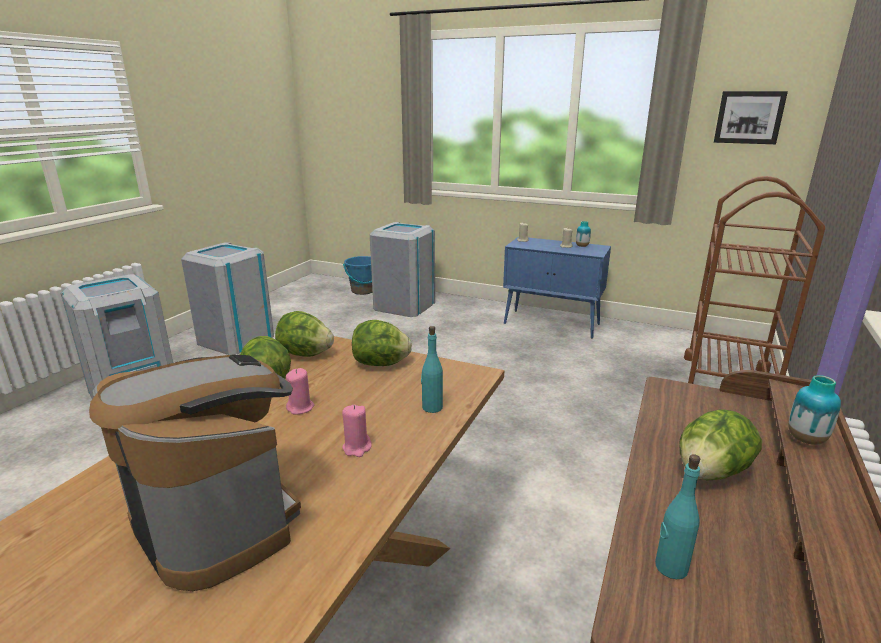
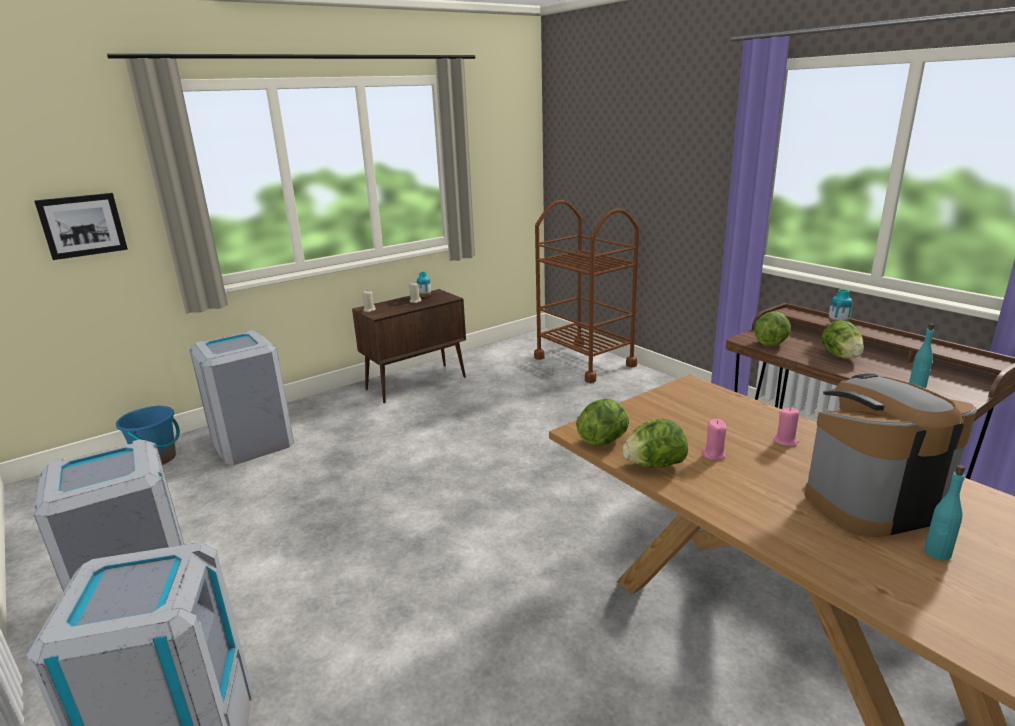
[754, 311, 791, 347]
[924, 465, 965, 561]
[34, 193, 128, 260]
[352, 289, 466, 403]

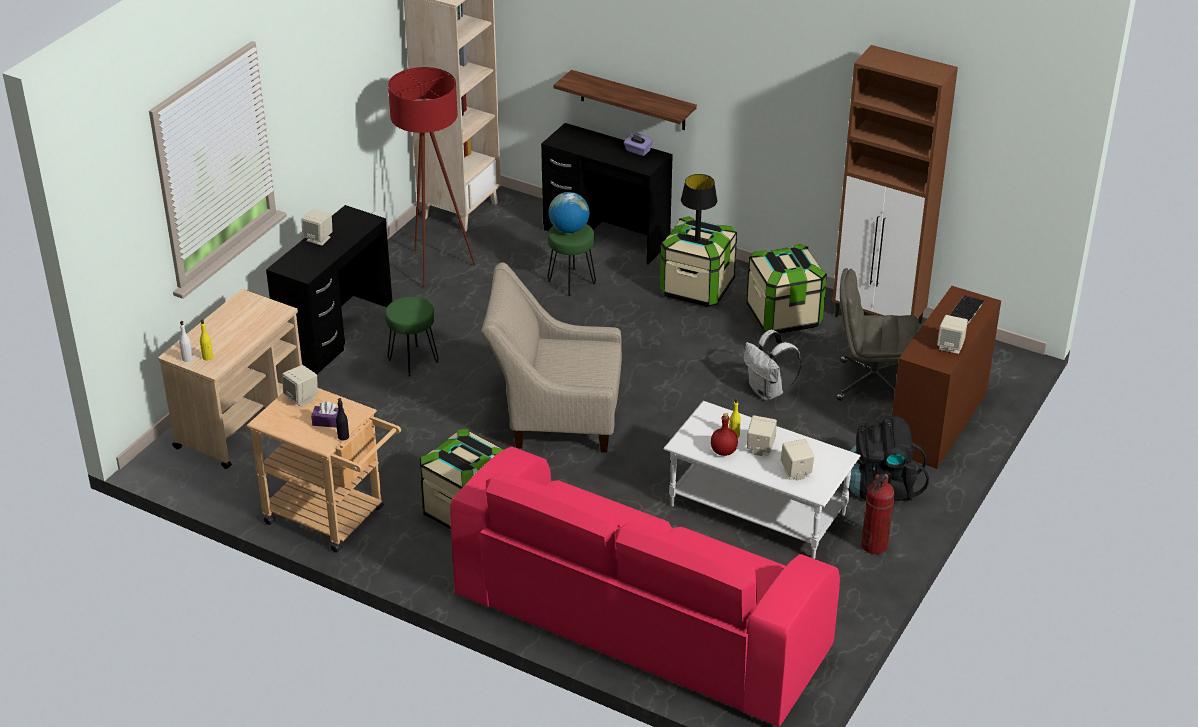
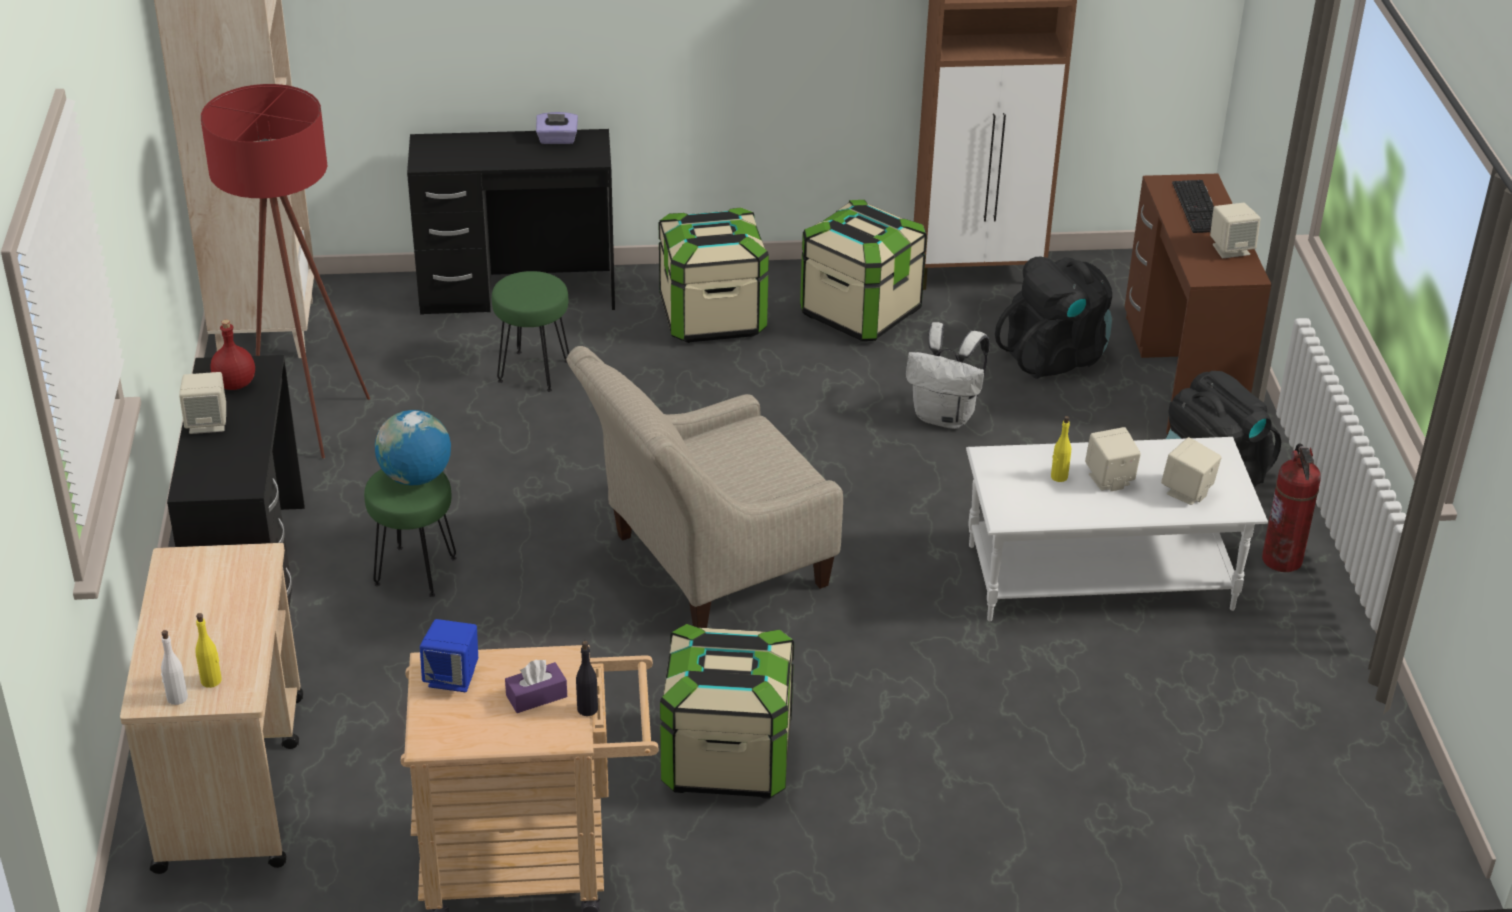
[450, 446, 840, 727] (first image)
[554, 70, 697, 130] (first image)
[681, 174, 717, 242] (first image)
[375, 410, 451, 485]
[210, 320, 255, 390]
[995, 257, 1112, 379]
[420, 619, 478, 692]

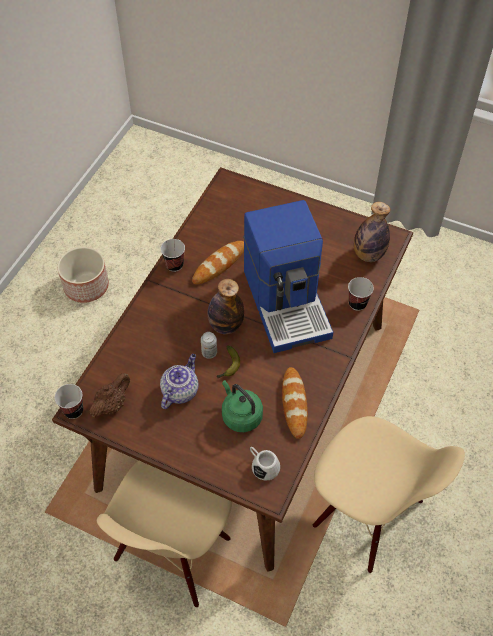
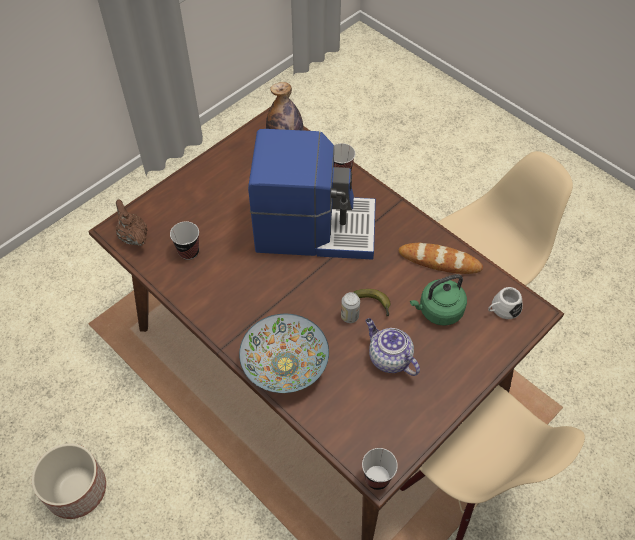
[192, 241, 244, 284] (first image)
[208, 279, 244, 334] (first image)
[239, 314, 329, 393]
[116, 199, 147, 246]
[170, 221, 199, 260]

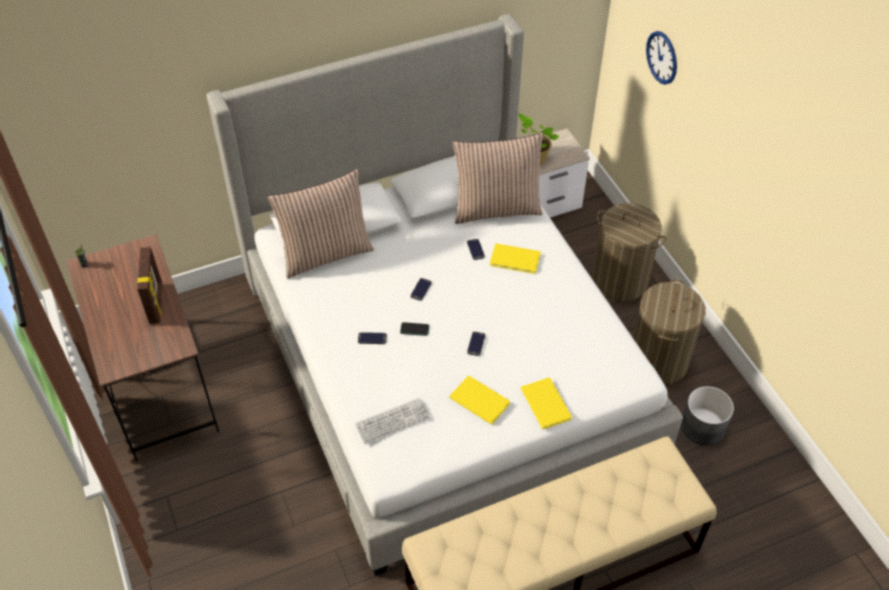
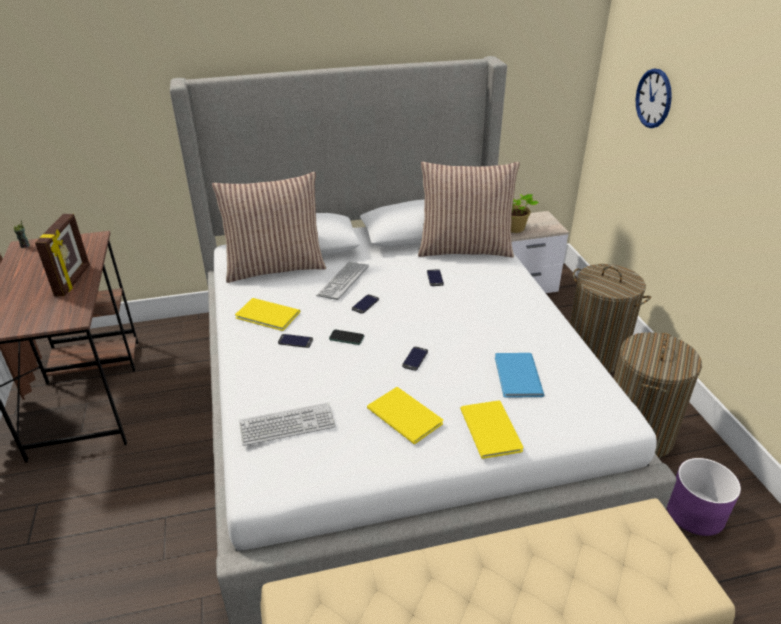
[316, 262, 369, 300]
[495, 353, 544, 398]
[235, 298, 300, 331]
[667, 458, 741, 536]

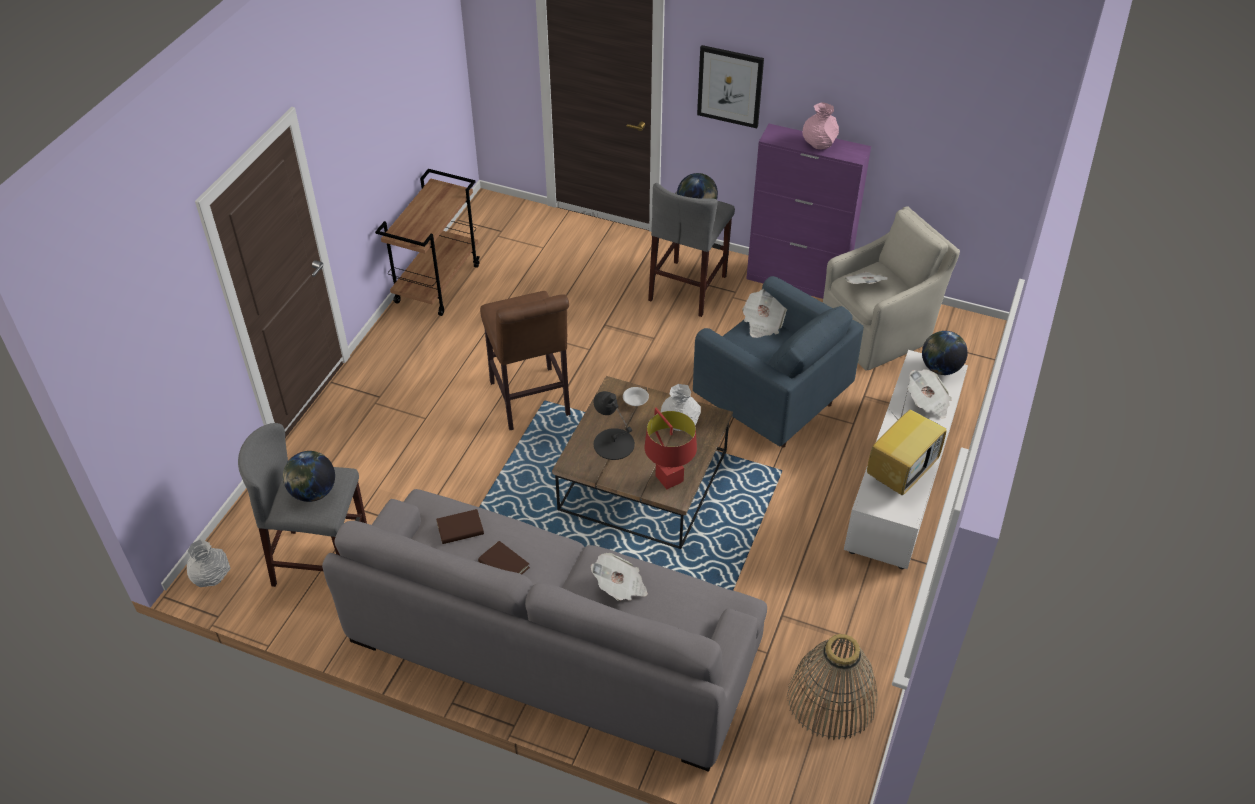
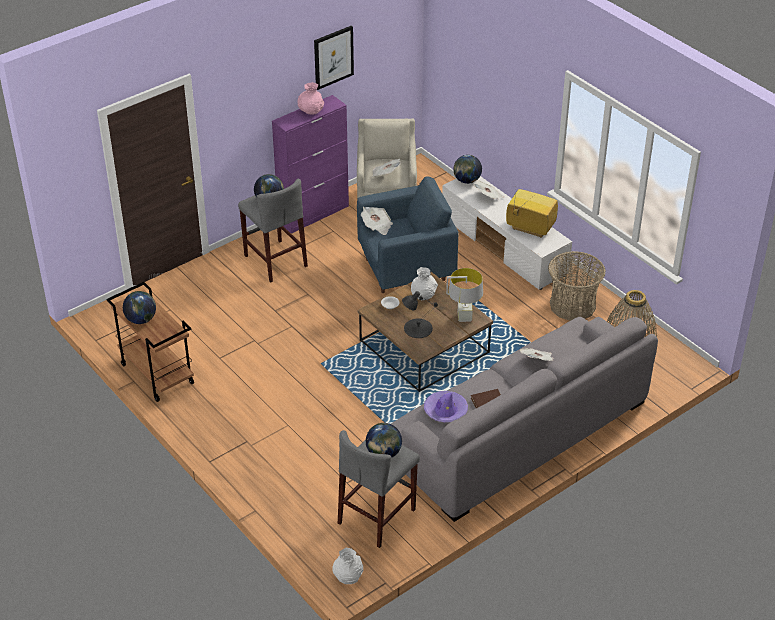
[480, 291, 571, 430] (first image)
[123, 291, 156, 324]
[548, 251, 605, 321]
[314, 26, 354, 90]
[424, 391, 468, 422]
[446, 268, 483, 322]
[506, 189, 558, 238]

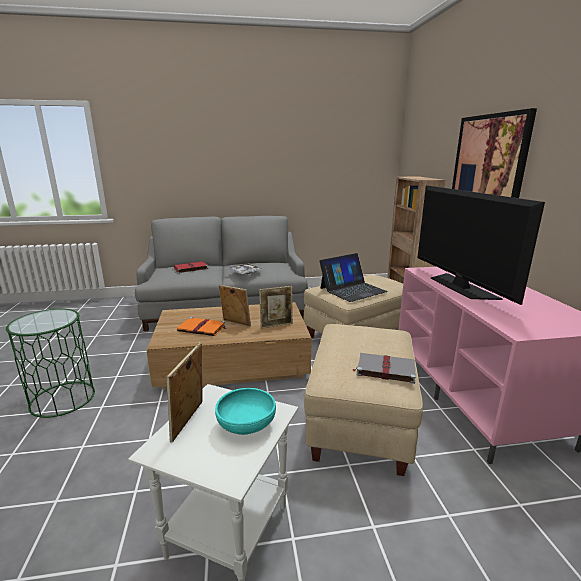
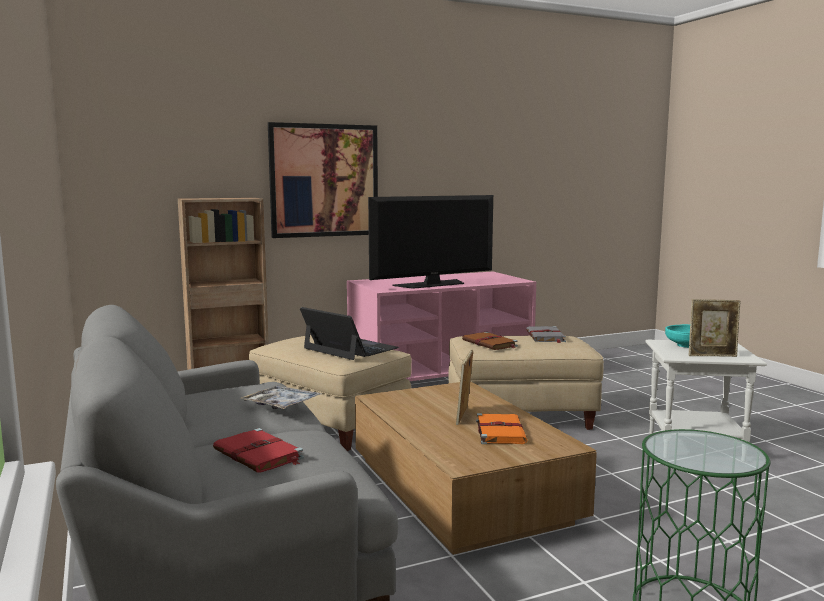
[259, 286, 293, 329] (first image)
[462, 332, 518, 350]

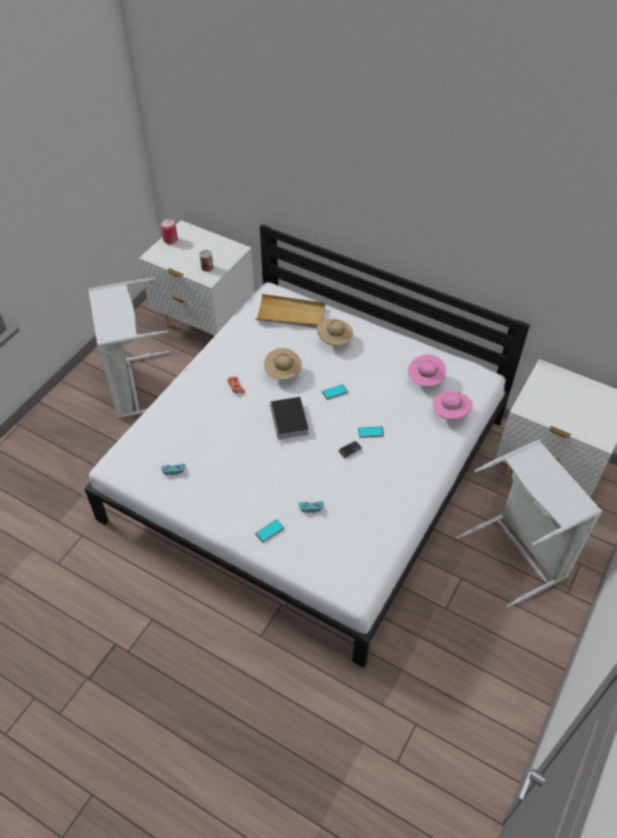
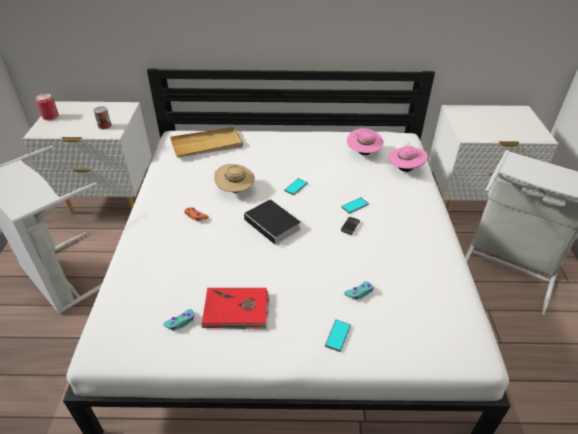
[317, 319, 353, 346] (first image)
[201, 288, 269, 330]

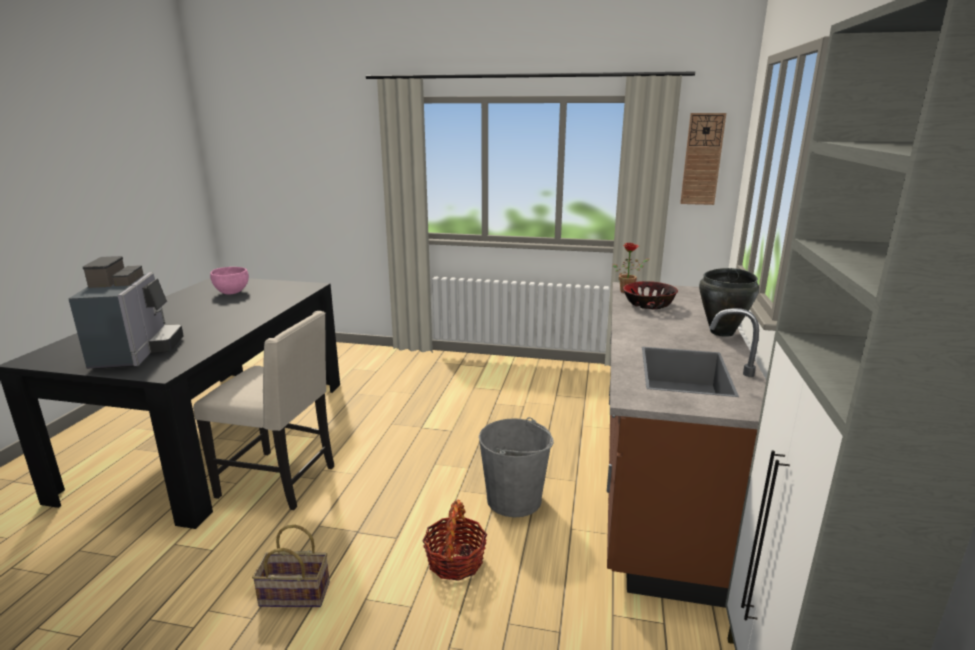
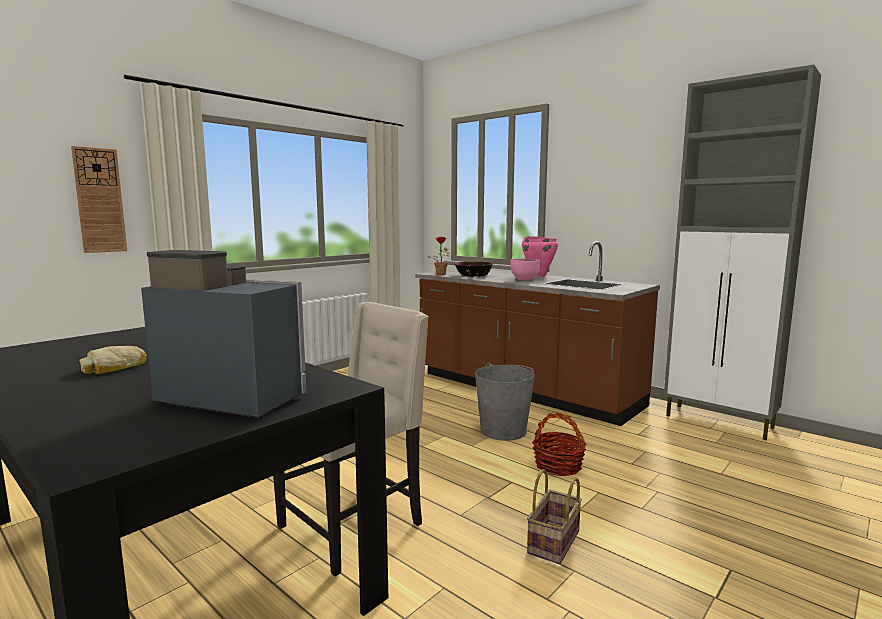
[80, 346, 147, 374]
[510, 259, 541, 280]
[71, 146, 127, 253]
[522, 236, 558, 277]

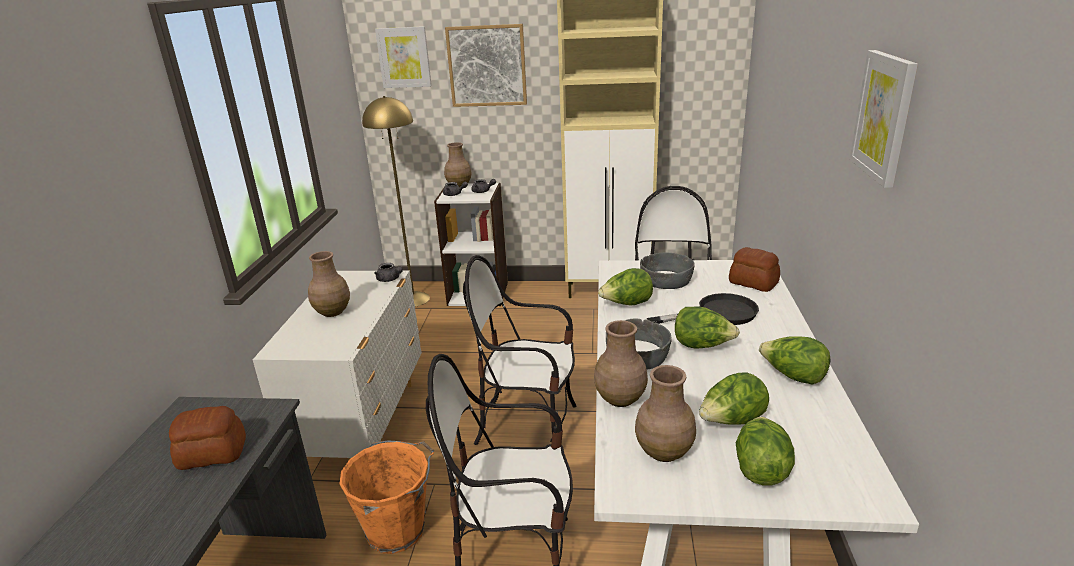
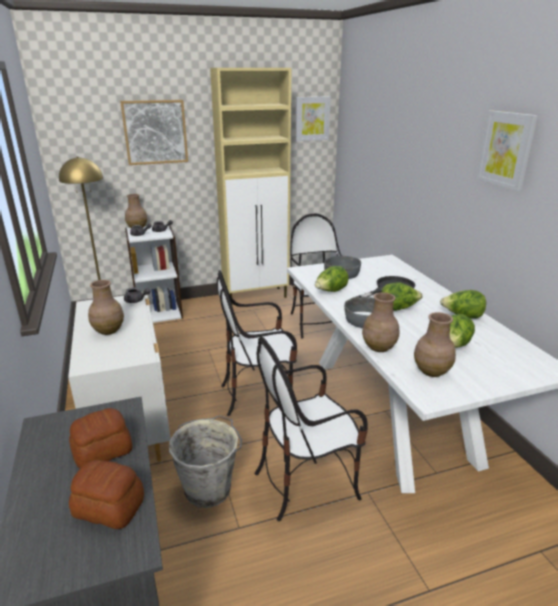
[736, 417, 795, 486] (first image)
[295, 96, 331, 141]
[69, 460, 144, 529]
[169, 415, 242, 508]

